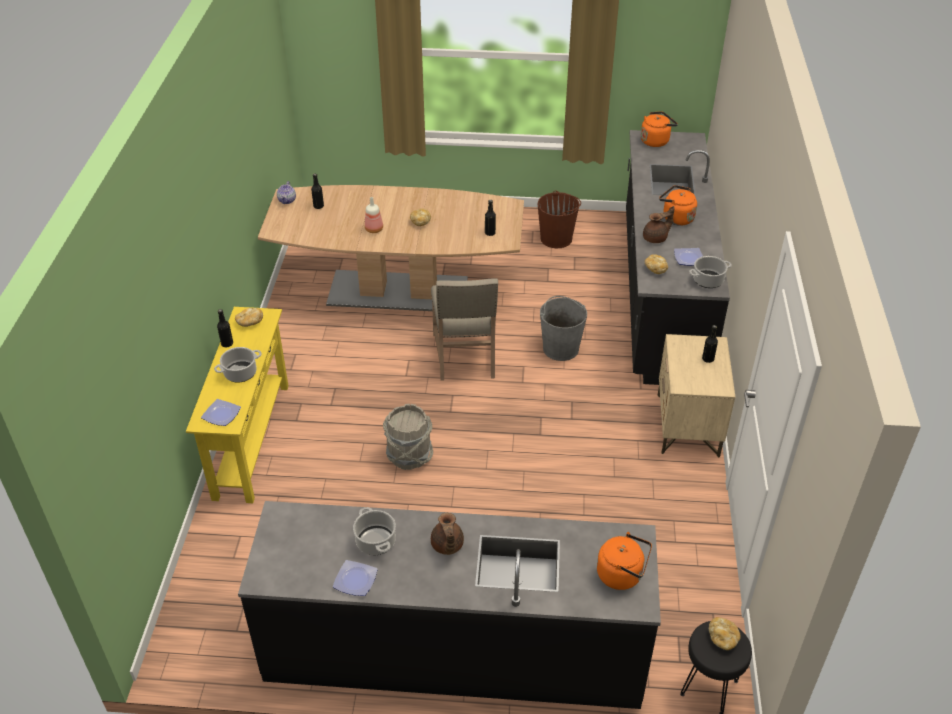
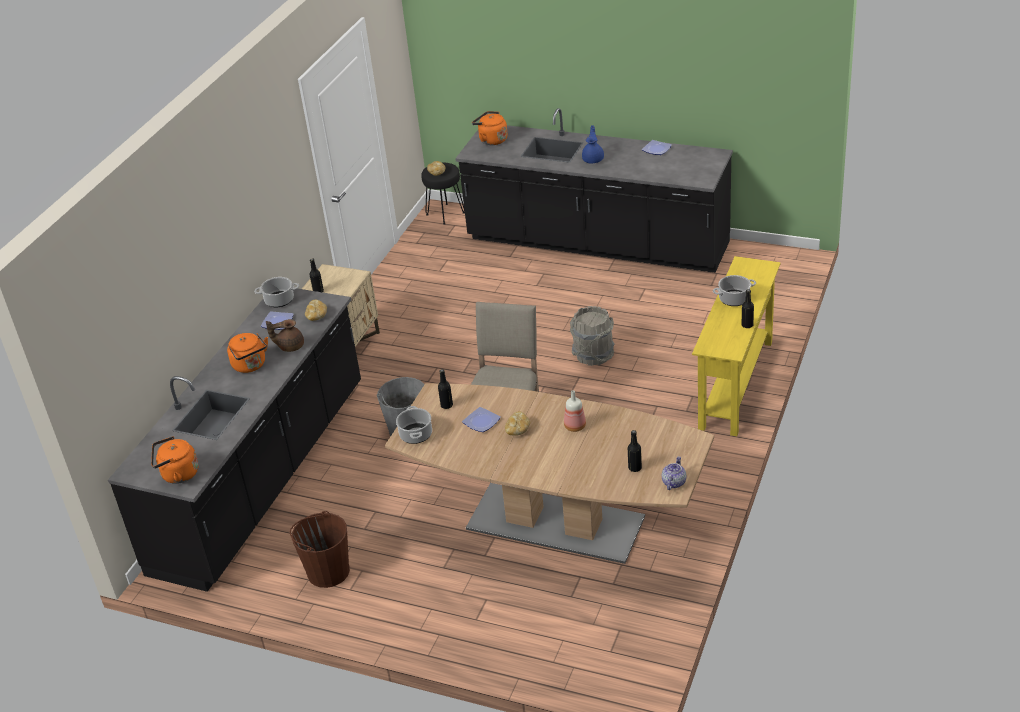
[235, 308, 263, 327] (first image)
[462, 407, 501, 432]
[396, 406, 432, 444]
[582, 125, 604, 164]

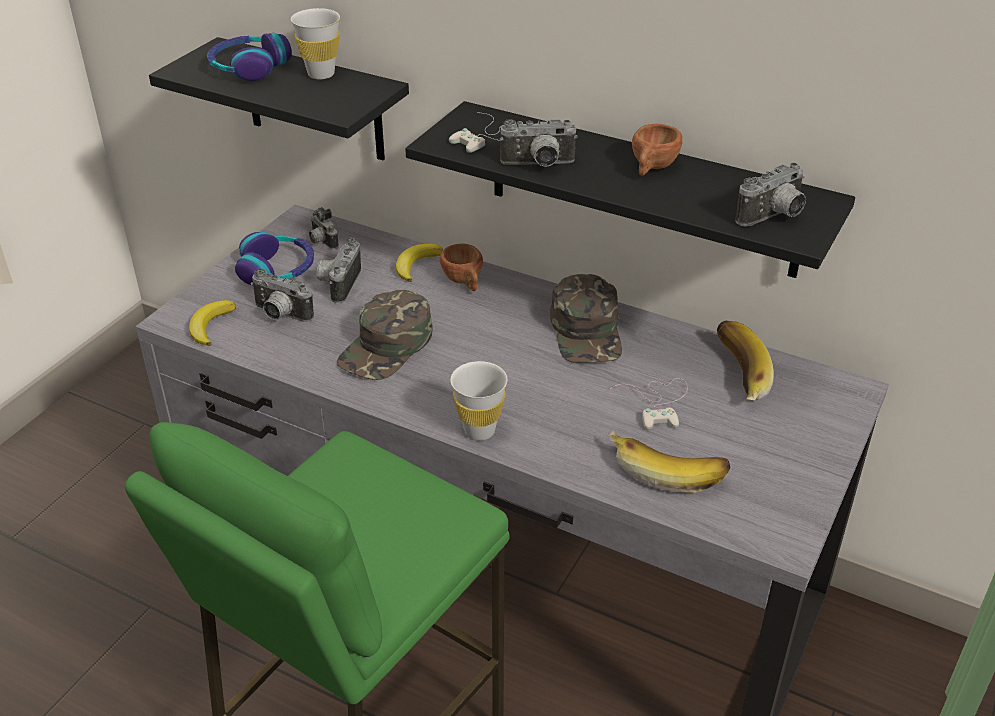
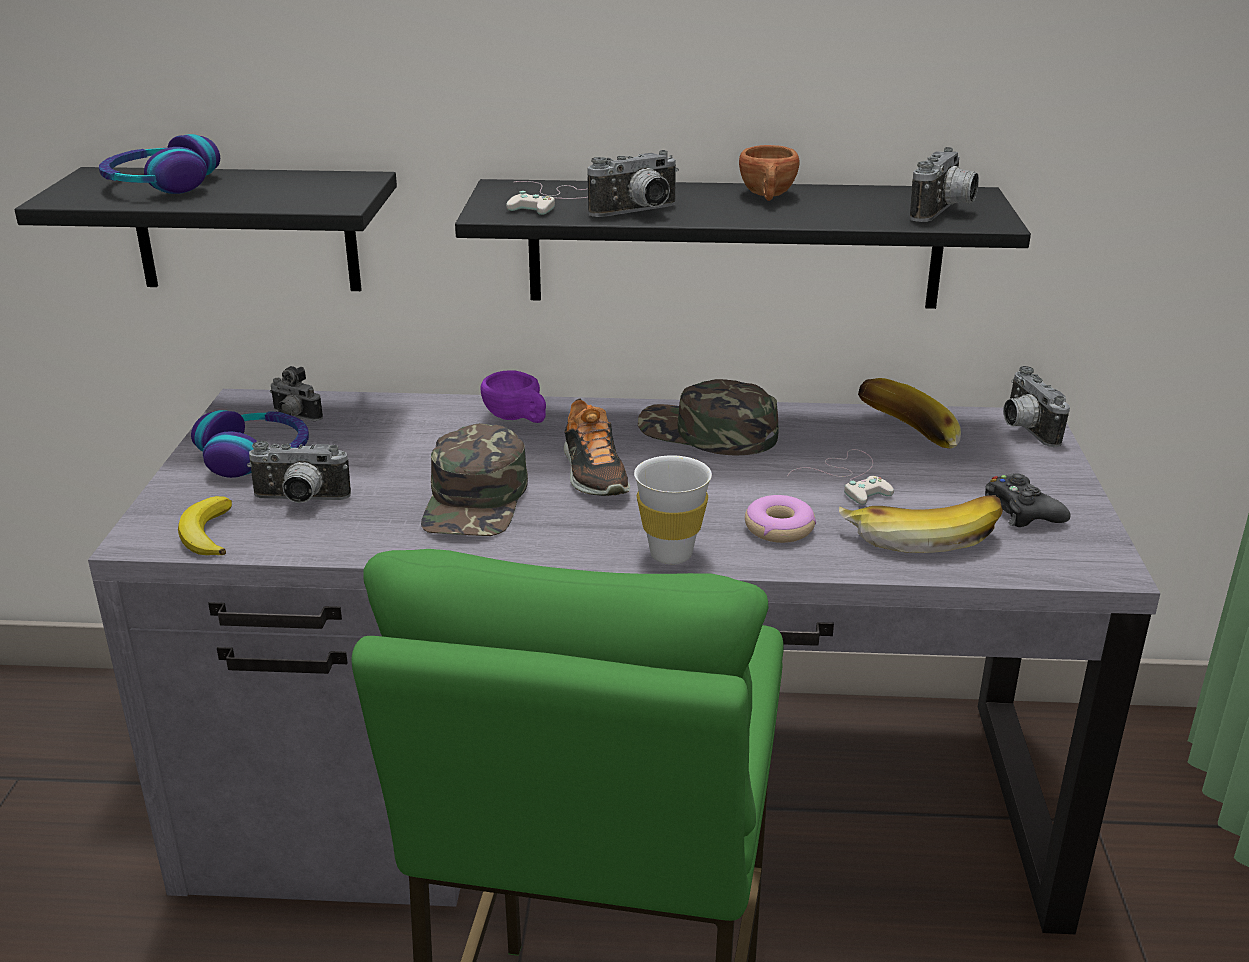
[291, 8, 340, 79] (first image)
[396, 244, 443, 282] (first image)
[564, 398, 630, 496]
[745, 495, 816, 543]
[985, 473, 1070, 527]
[1003, 366, 1070, 447]
[481, 370, 546, 423]
[638, 379, 779, 455]

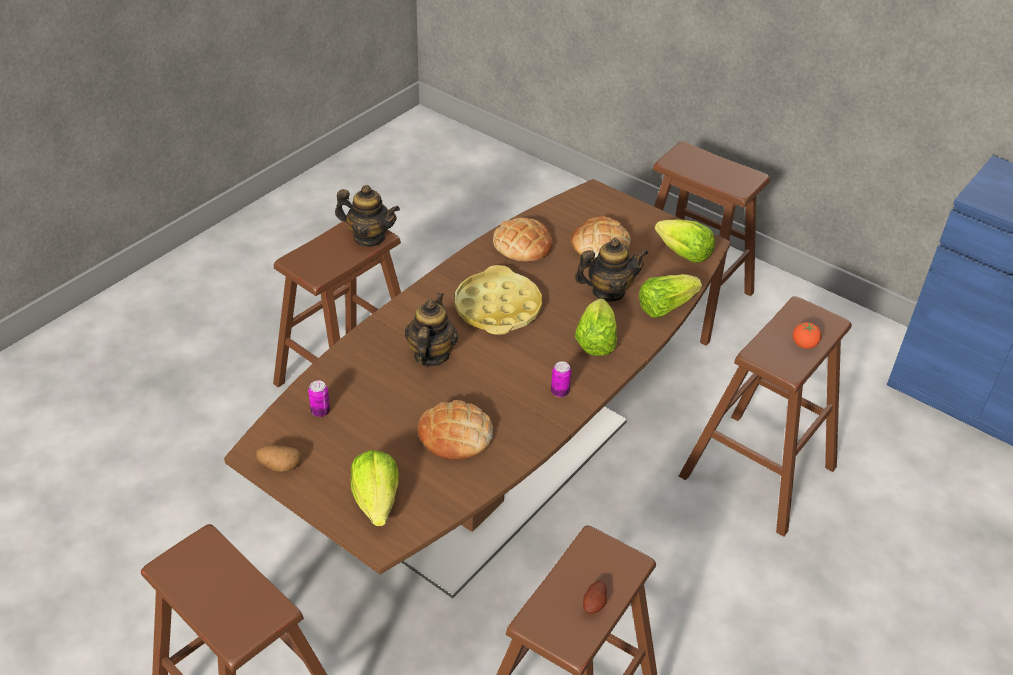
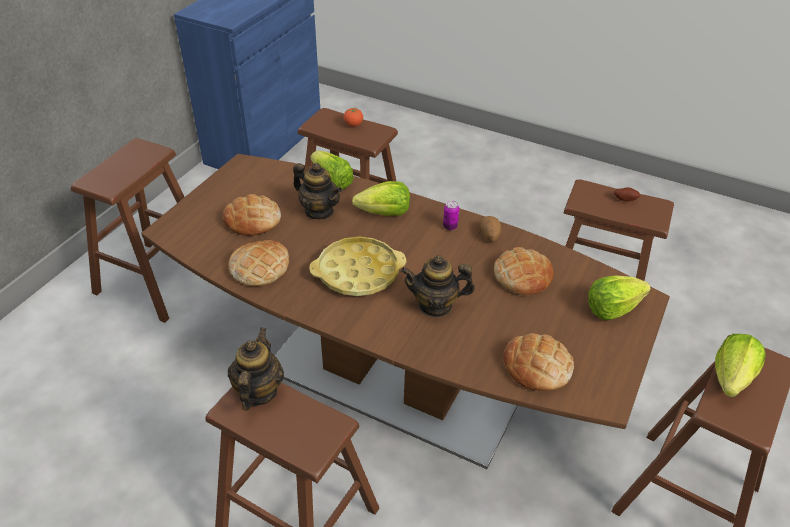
[480, 216, 501, 242]
[715, 334, 766, 397]
[503, 333, 574, 391]
[293, 163, 342, 219]

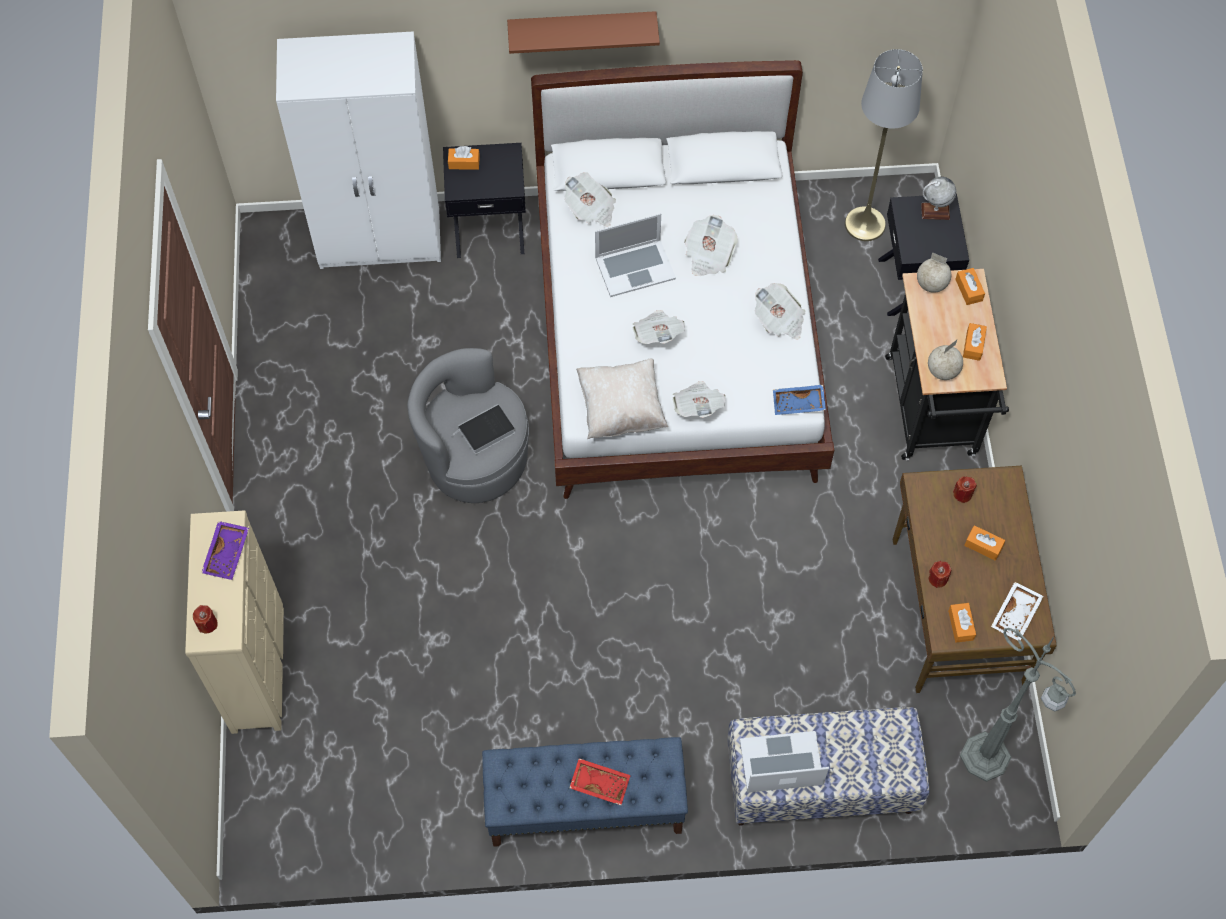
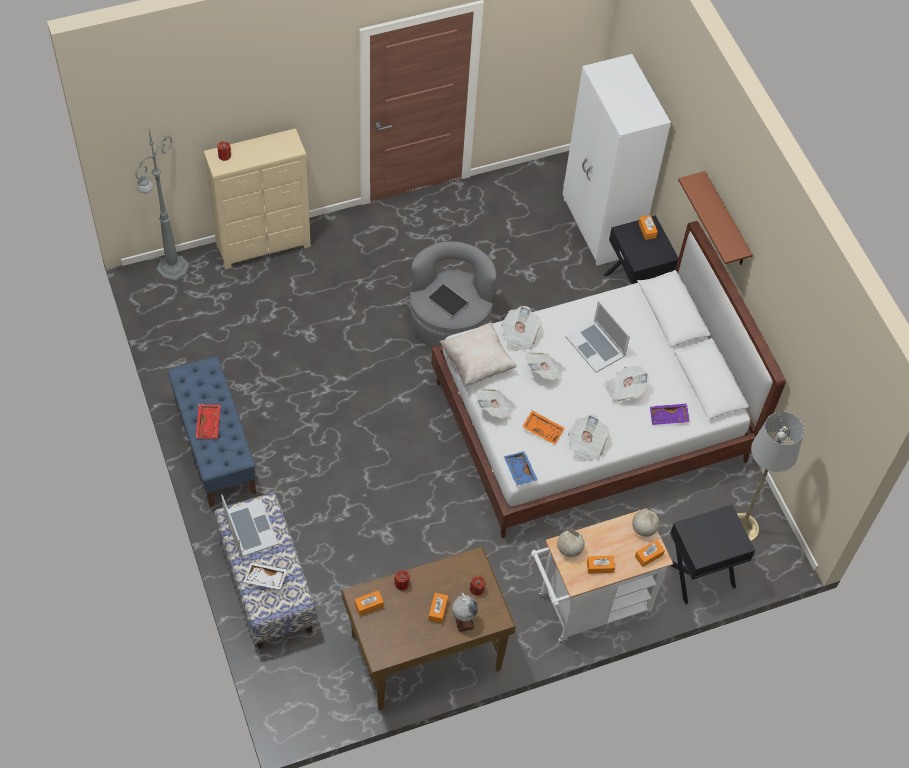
[522, 410, 565, 445]
[650, 403, 689, 425]
[502, 306, 541, 351]
[452, 593, 478, 632]
[135, 130, 190, 281]
[244, 563, 287, 590]
[531, 508, 673, 642]

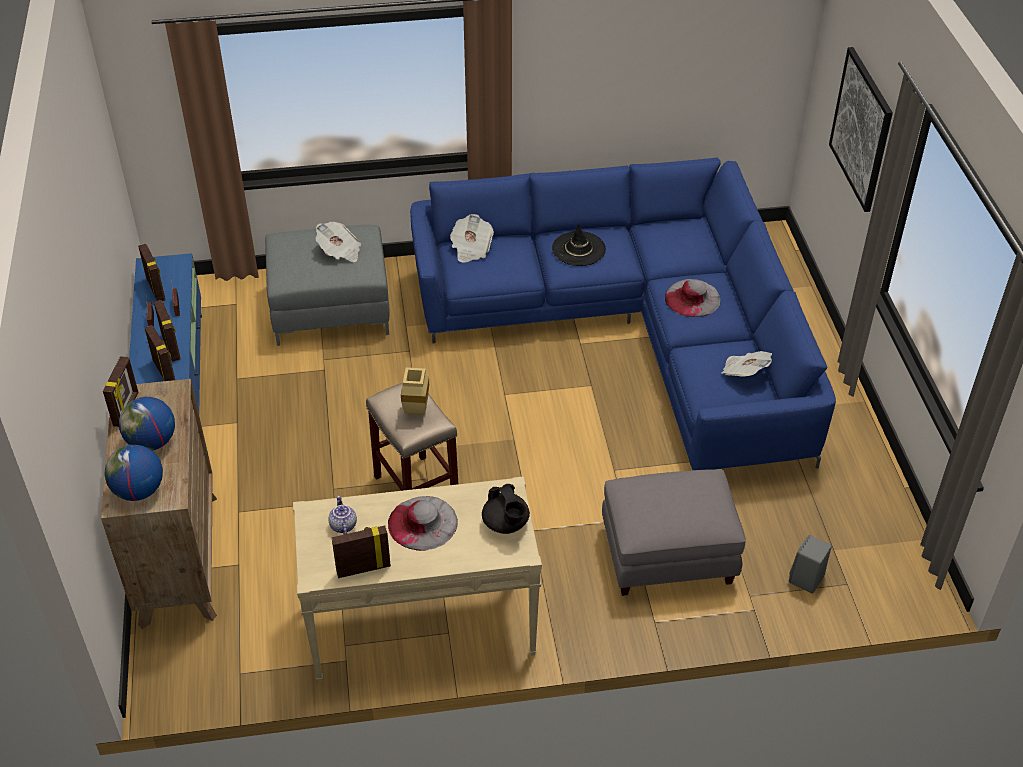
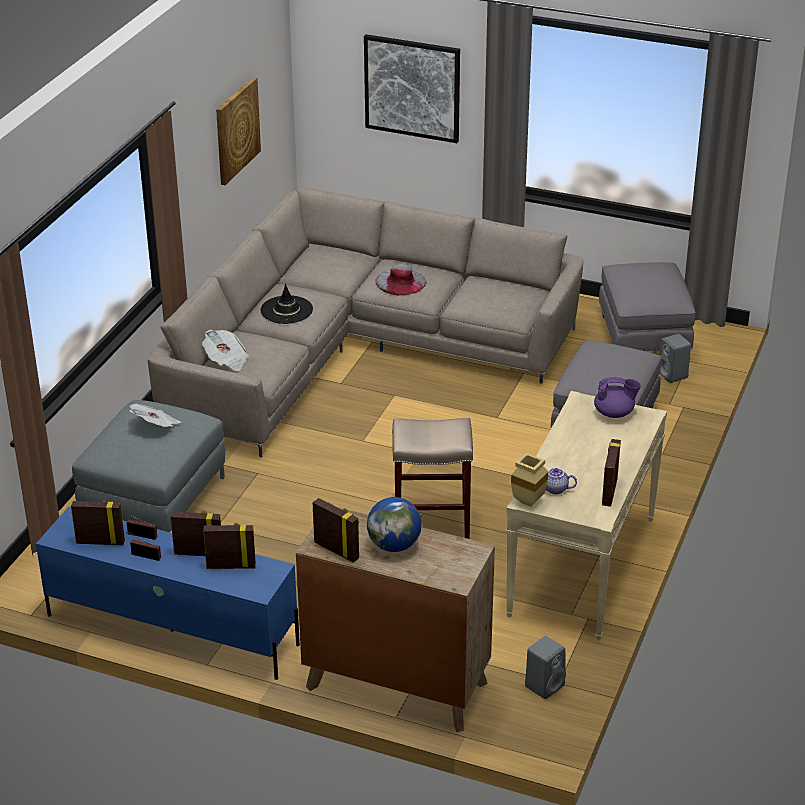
[105, 445, 163, 501] (first image)
[388, 496, 458, 551] (first image)
[721, 351, 772, 377] (first image)
[216, 77, 261, 185]
[525, 636, 566, 699]
[599, 262, 696, 351]
[511, 453, 548, 507]
[148, 187, 583, 457]
[594, 377, 641, 418]

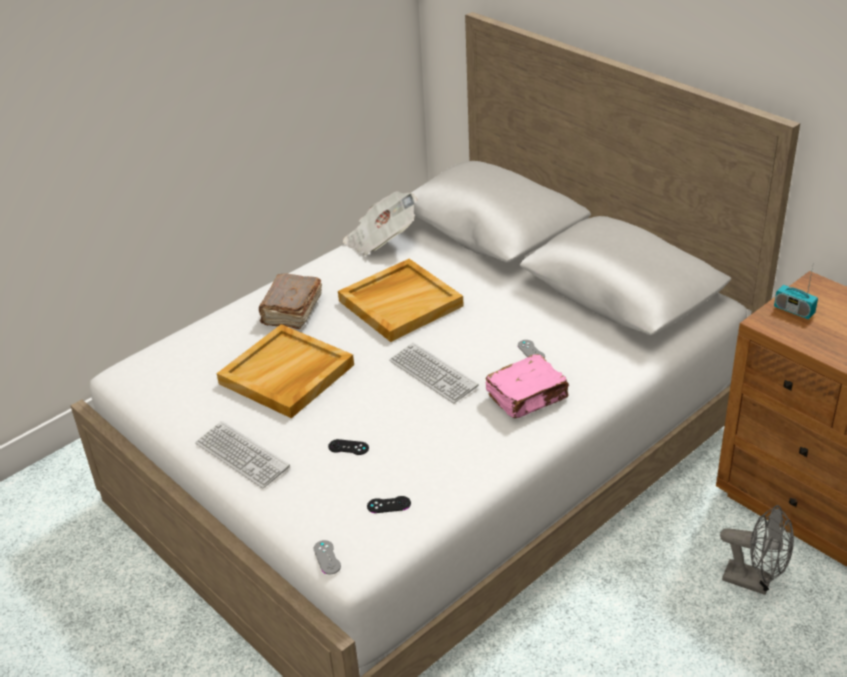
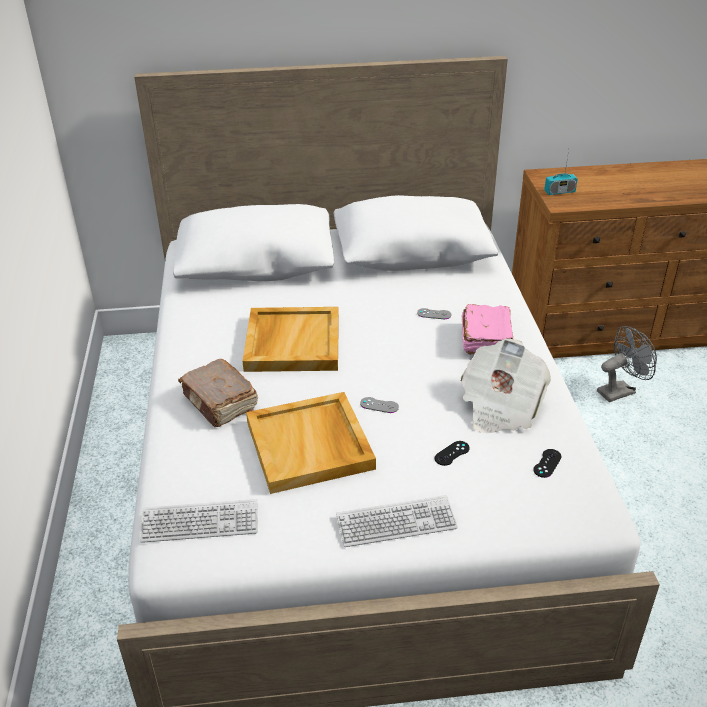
[360, 397, 399, 413]
[461, 338, 551, 433]
[140, 499, 258, 543]

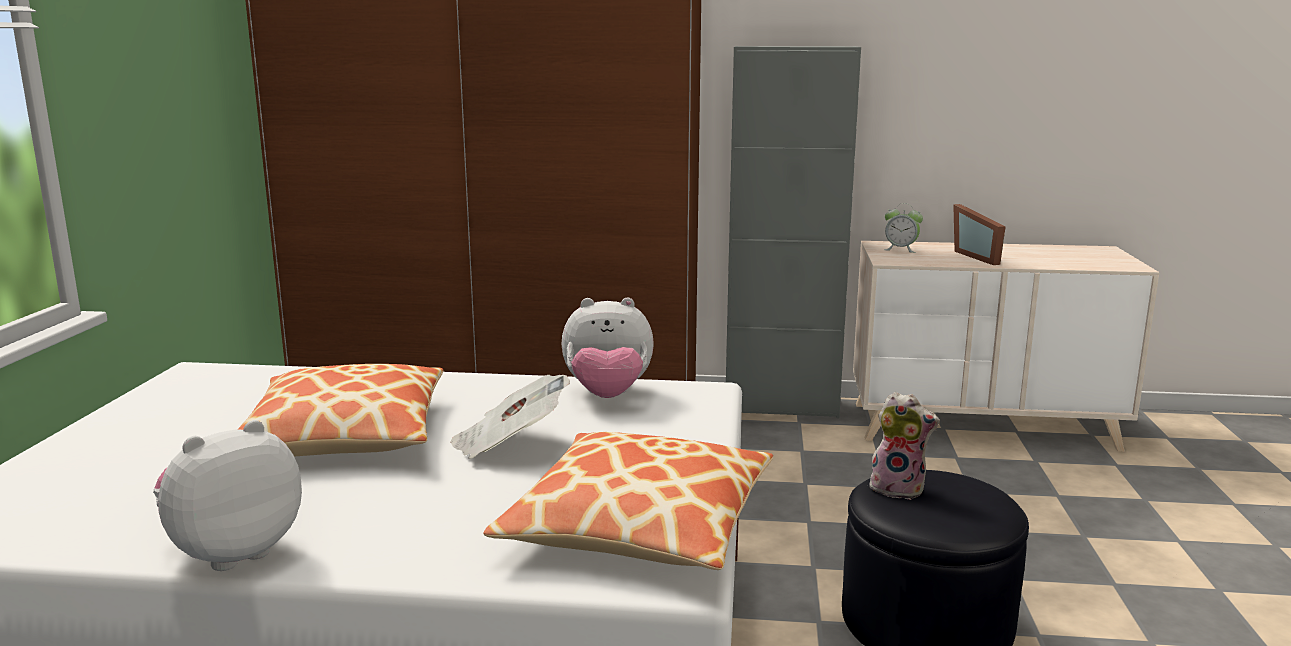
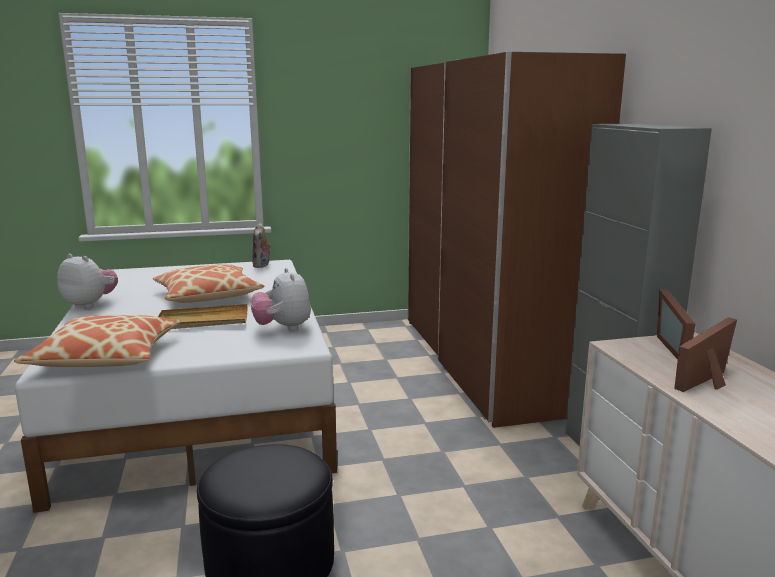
[252, 223, 271, 268]
[158, 304, 247, 329]
[657, 289, 696, 359]

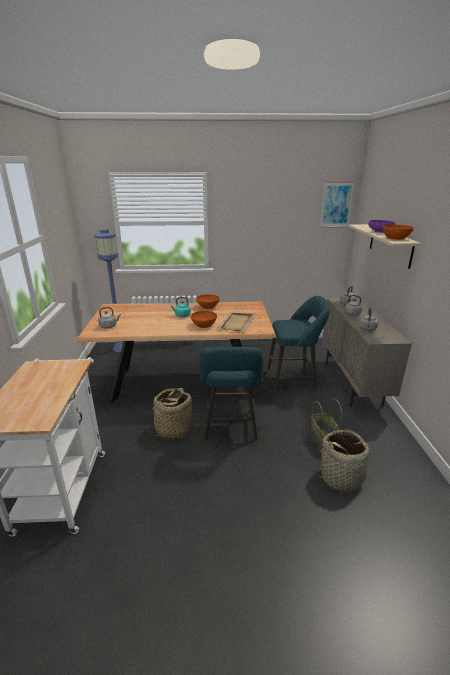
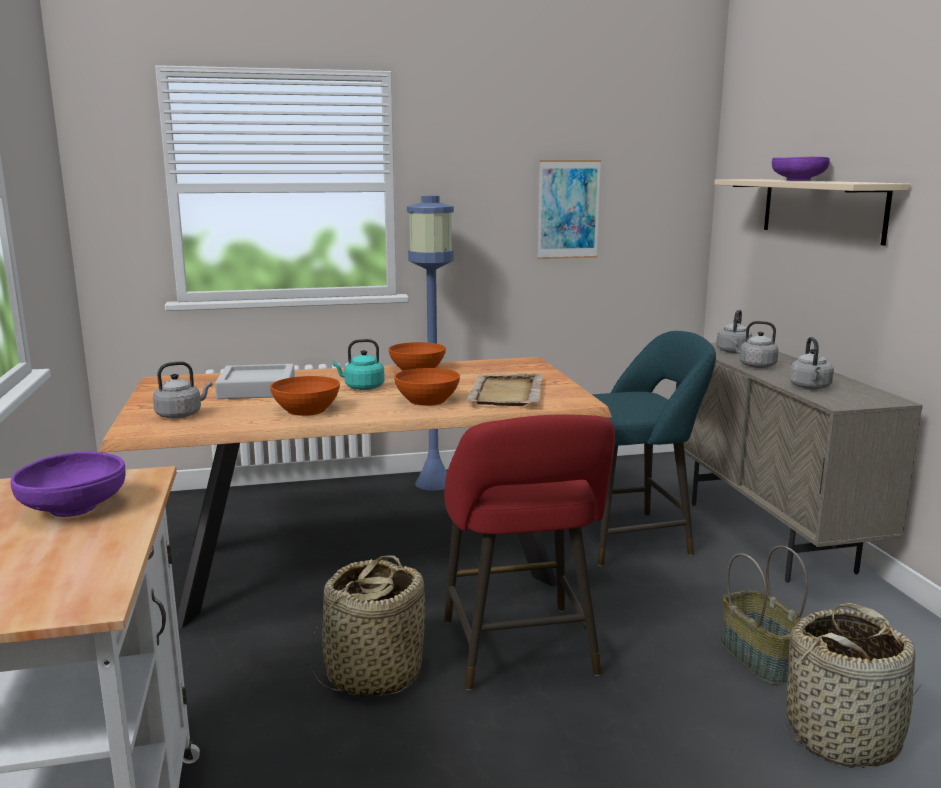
[11, 452, 126, 517]
[215, 364, 295, 399]
[407, 196, 454, 490]
[537, 160, 601, 259]
[270, 376, 340, 416]
[444, 414, 615, 691]

